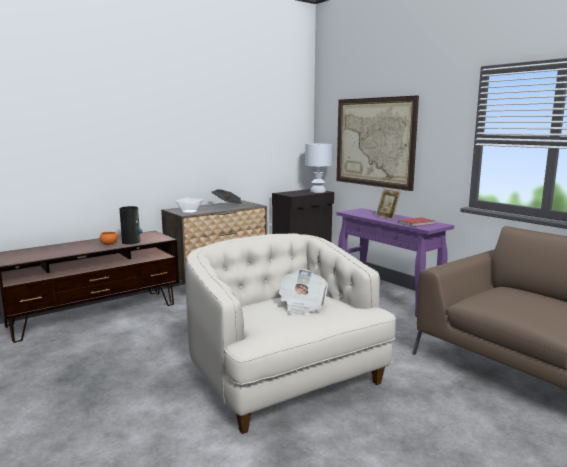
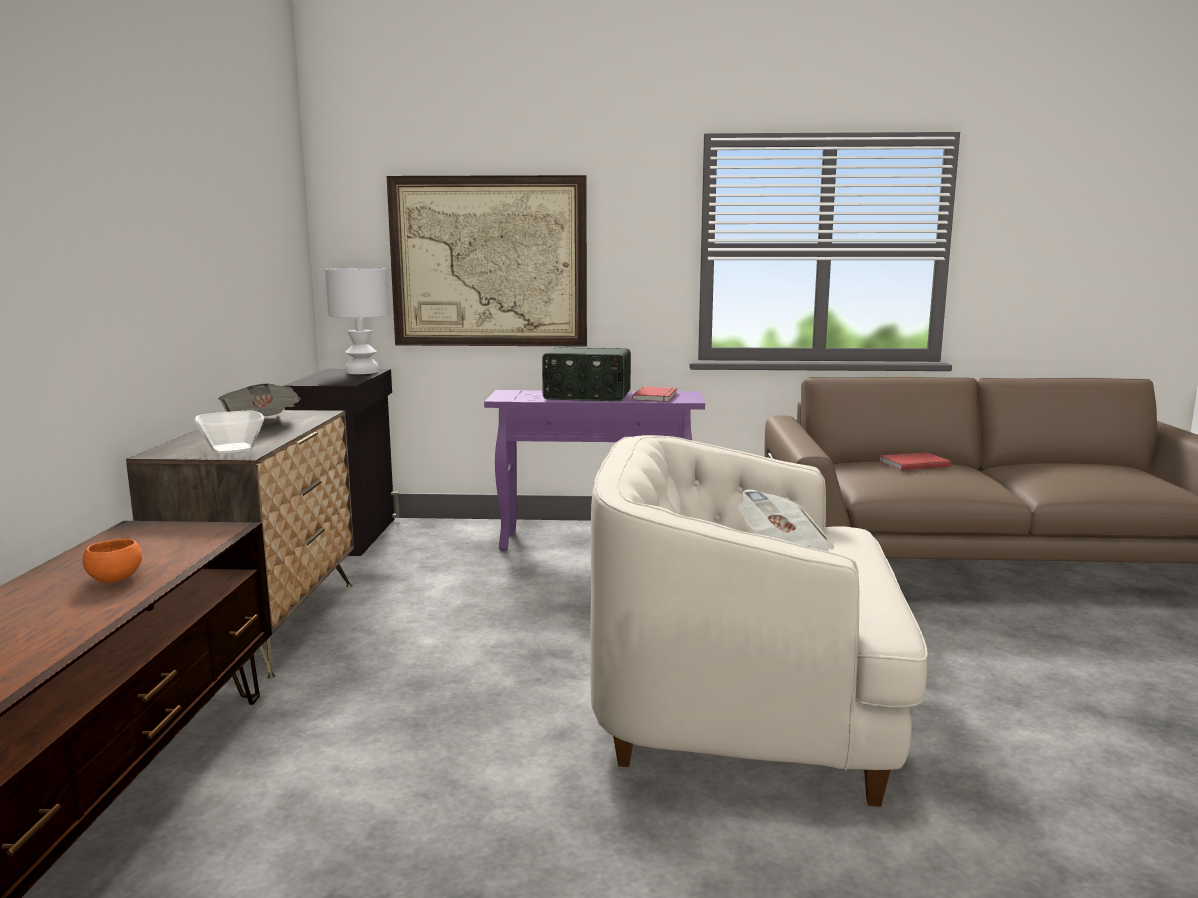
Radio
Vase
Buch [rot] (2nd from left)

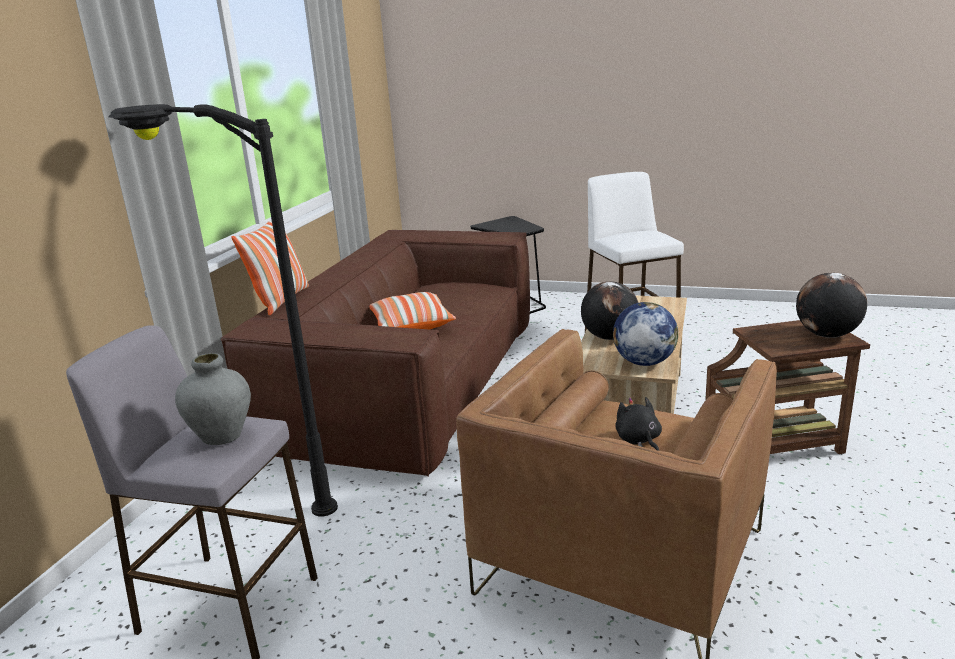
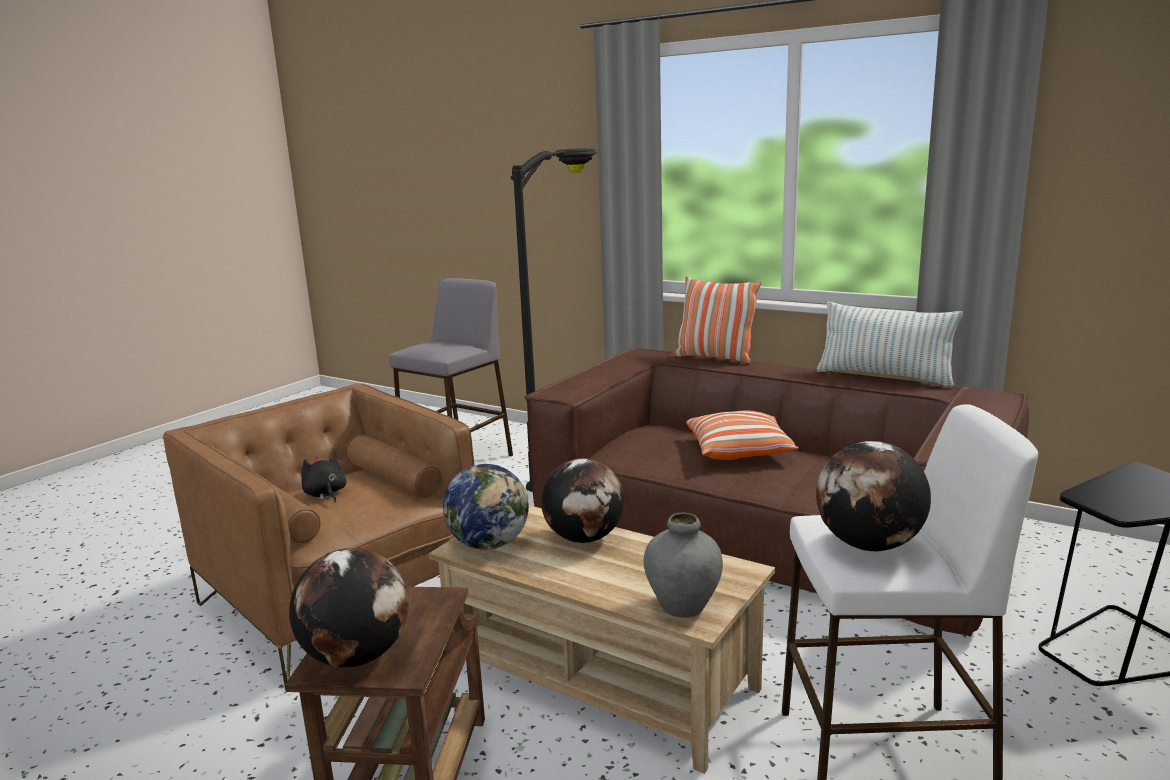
Vase [grau]
Plüschtier [schwarz]
Kissen (3rd from left)
Globus (4th from left)

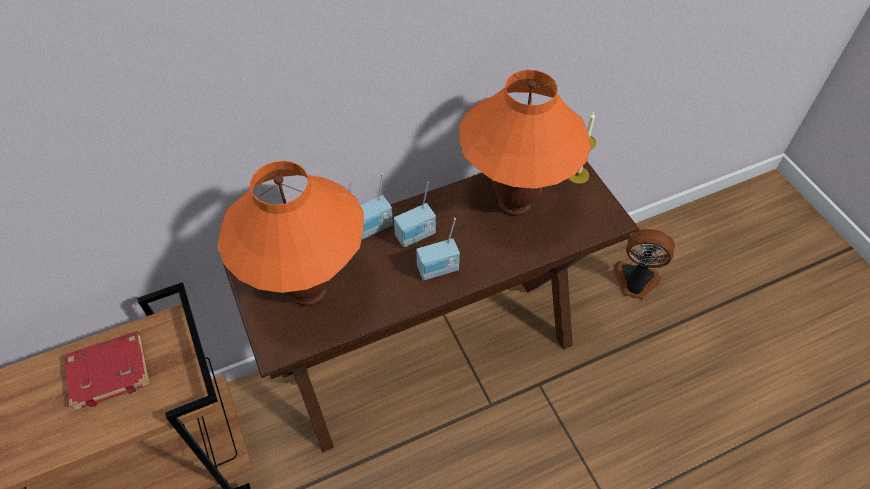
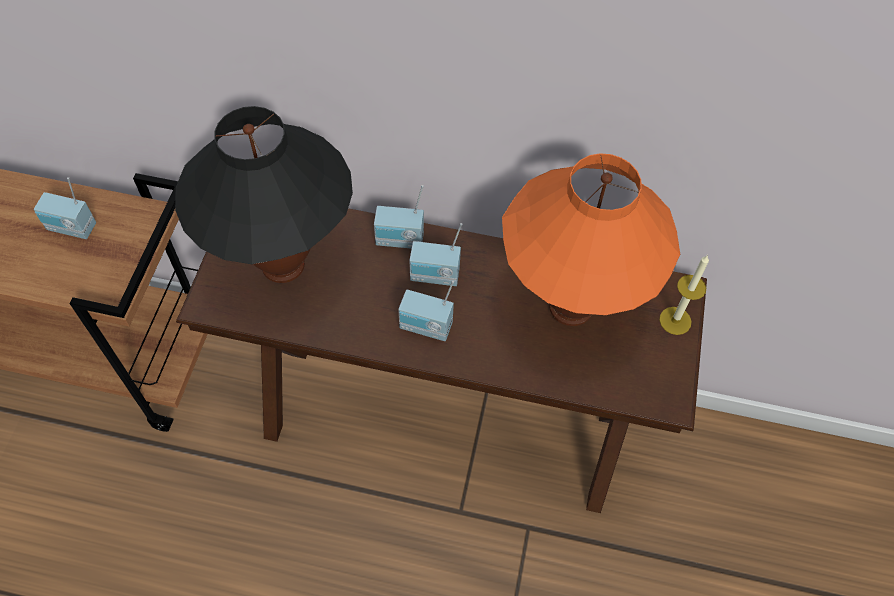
Tischlampe [schwarz]
Ventilator
Radio (1st from left)

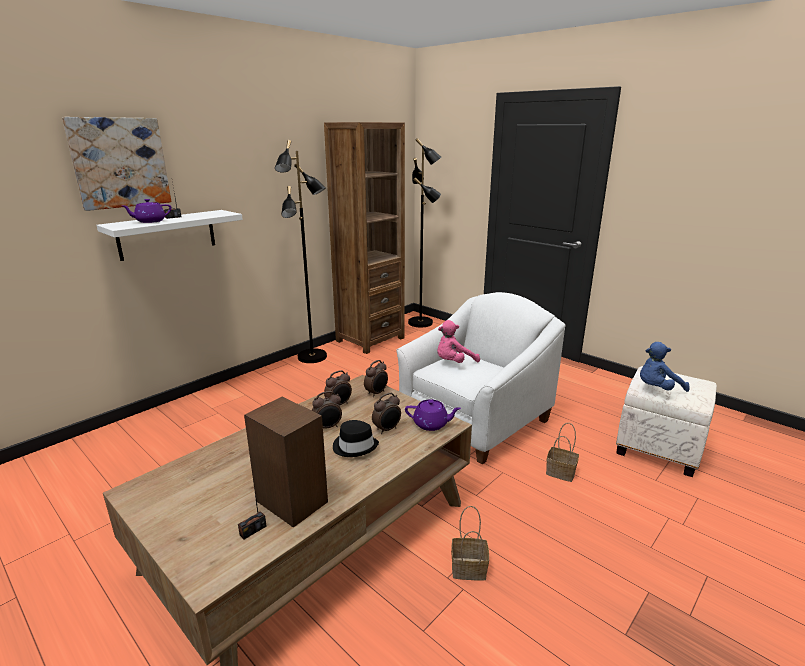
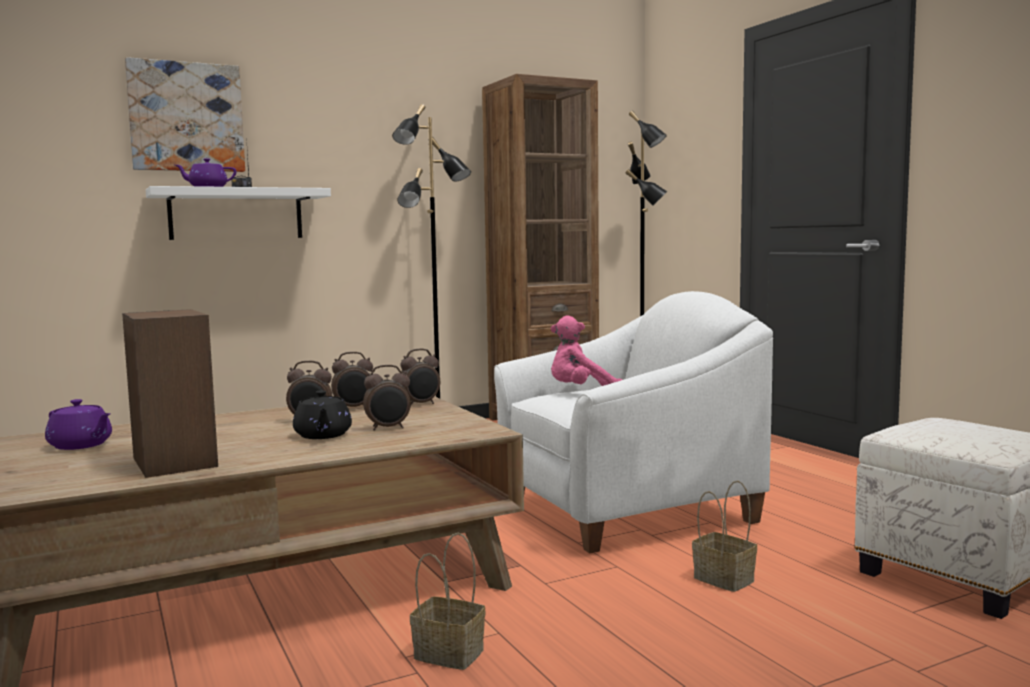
Plüschtier [blau]
Teekanne [lila] (1st from left)
Teekanne [schwarz]
Radio (2nd from left in the first image)

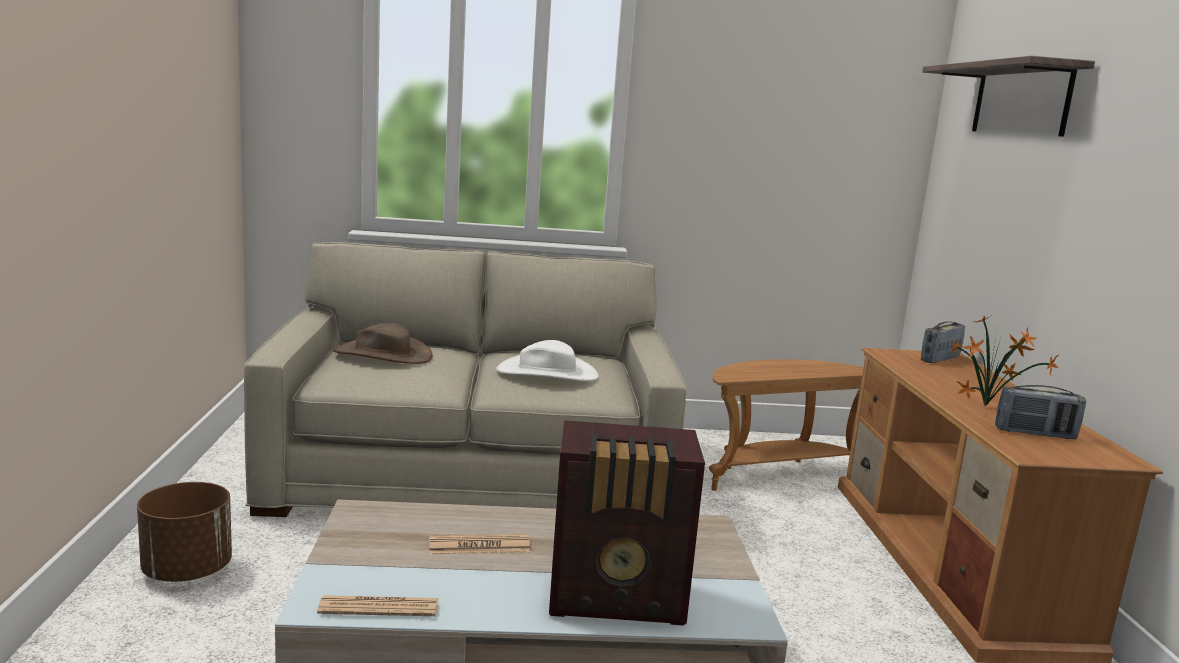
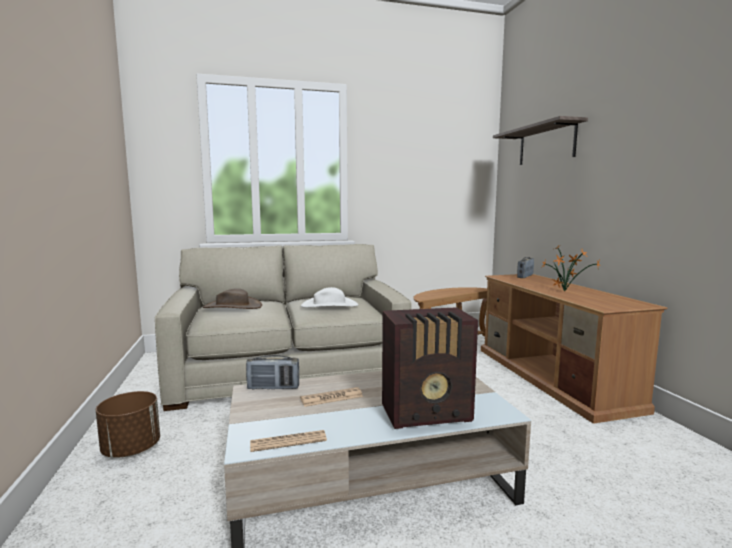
Radio (1st from left)

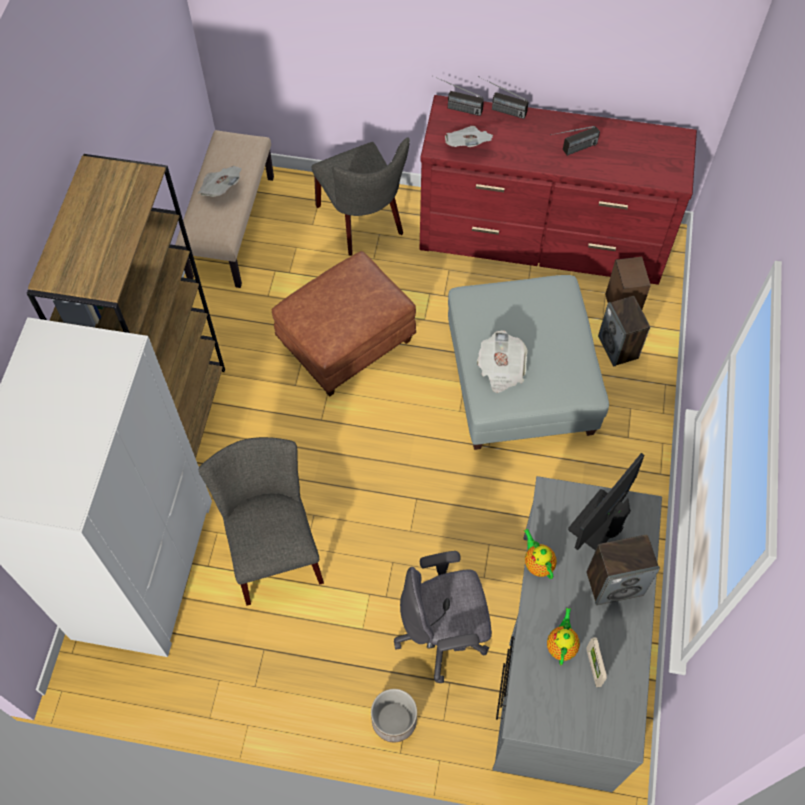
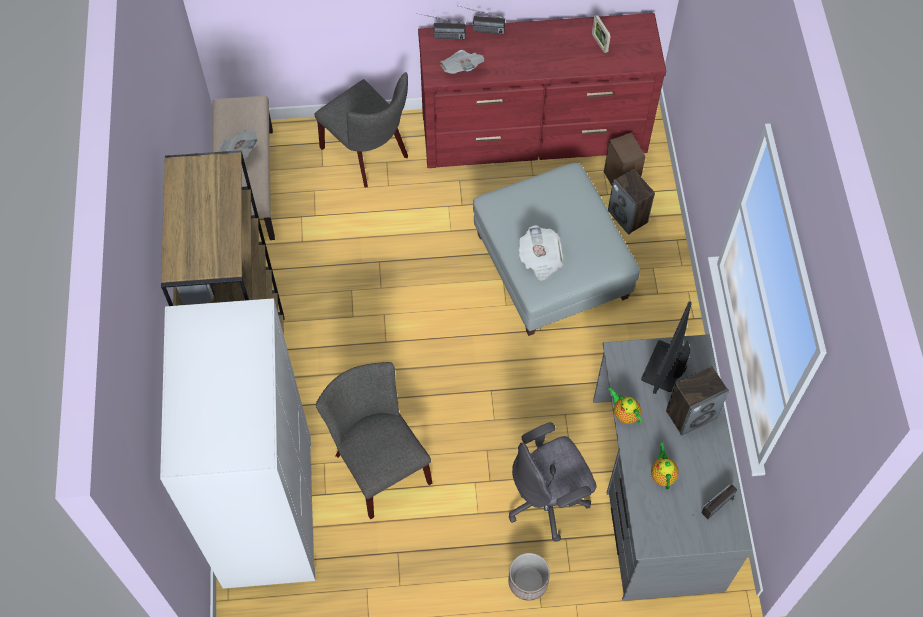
Radio (3rd from left)
Polsterhocker [braun]
Bilderrahmen

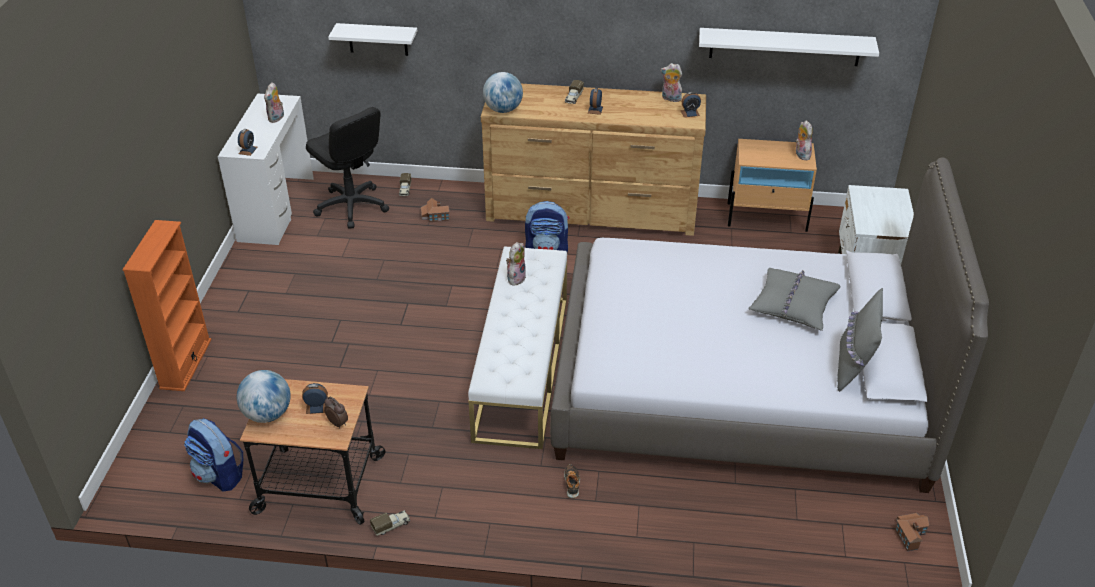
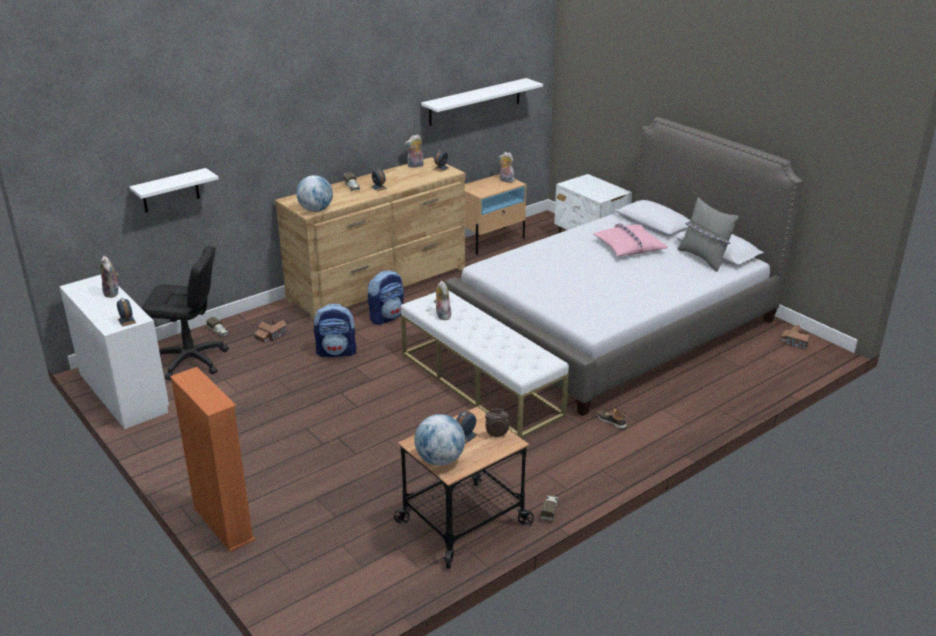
Kissen [rosa]
Rucksack (1st from left)

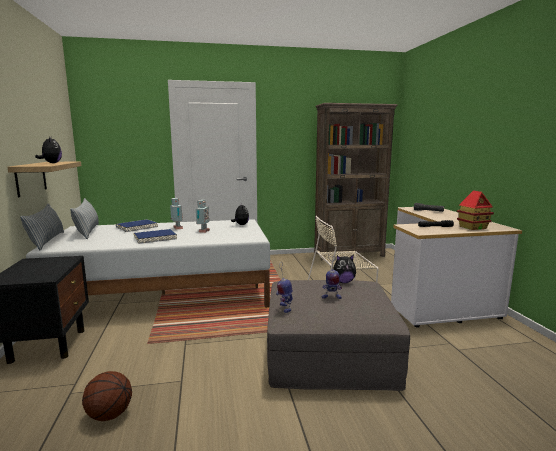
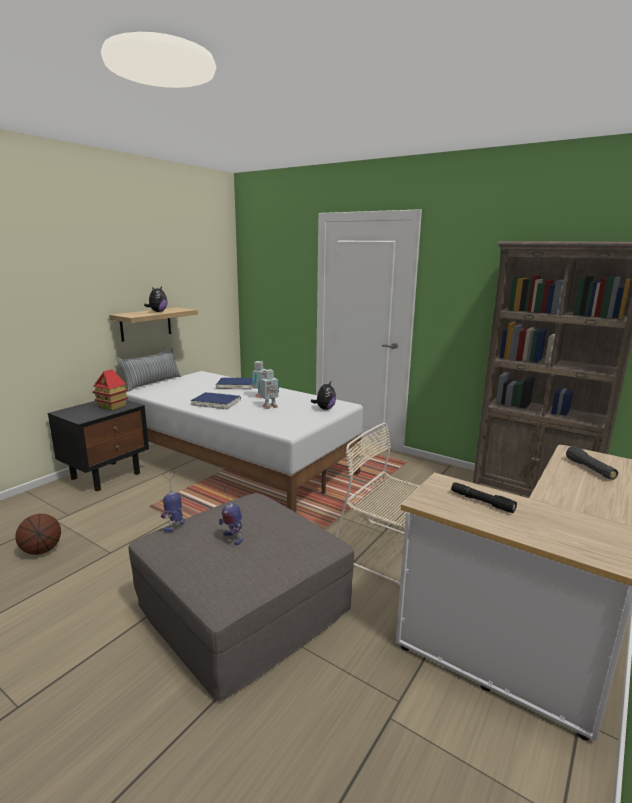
Spielzeughaus
Kissen (2nd from left in the first image)
Plüschtier (3rd from left in the first image)

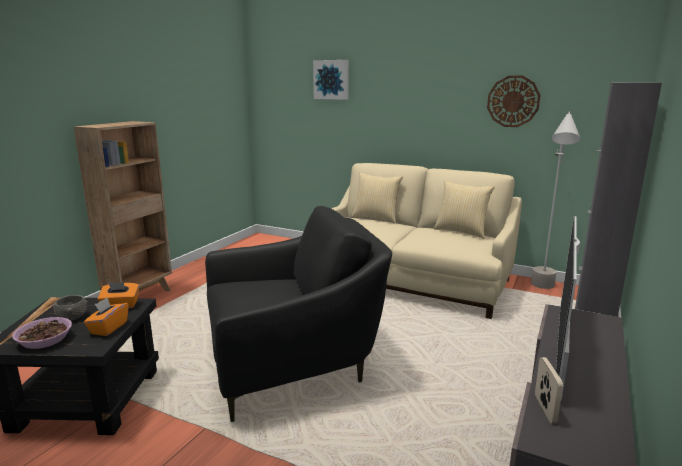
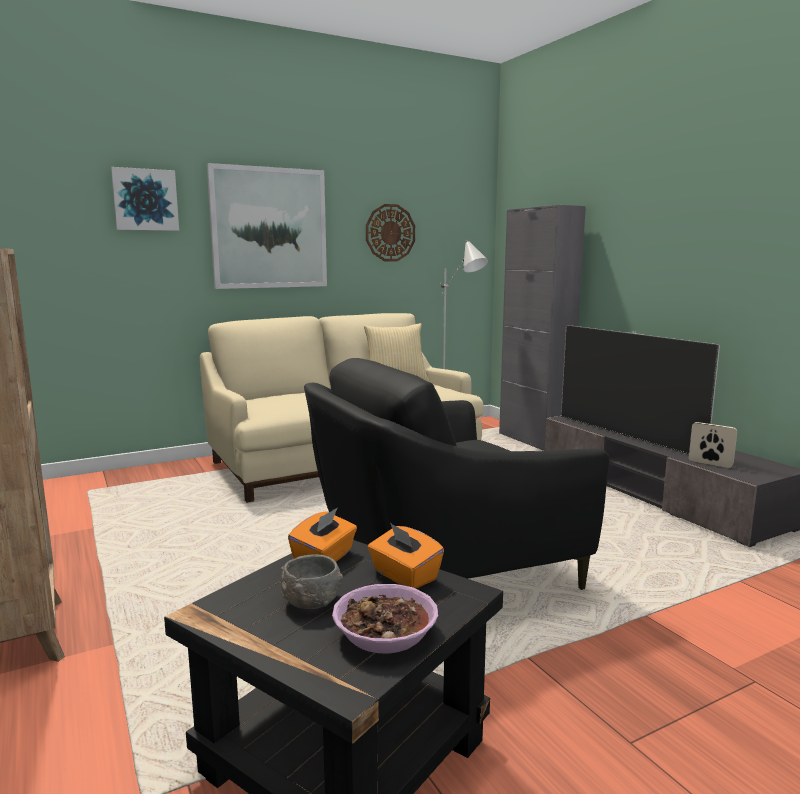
Kissen (1st from left in the first image)
Sessel [schwarz]
Bild (2nd from left)

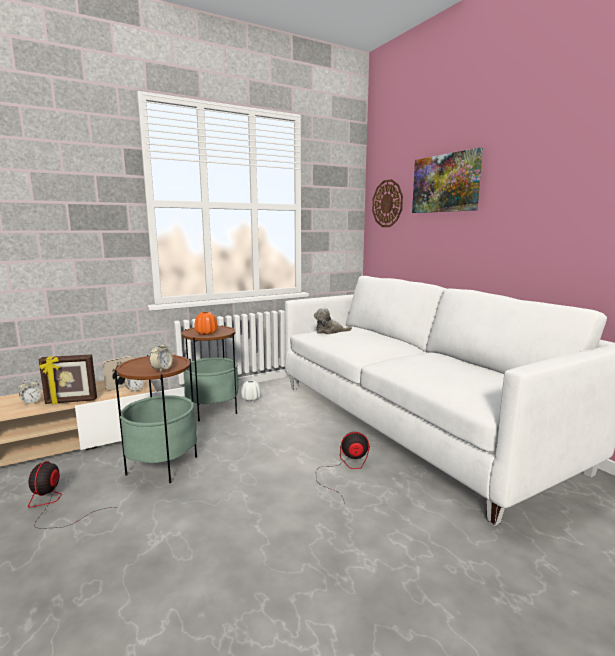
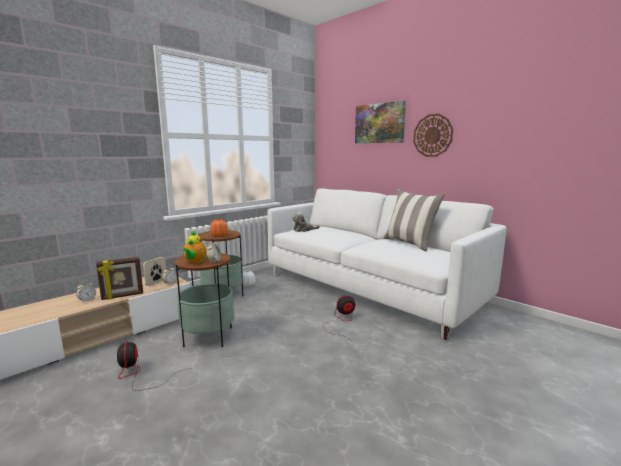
Wanduhr
Kissen
Teekanne

